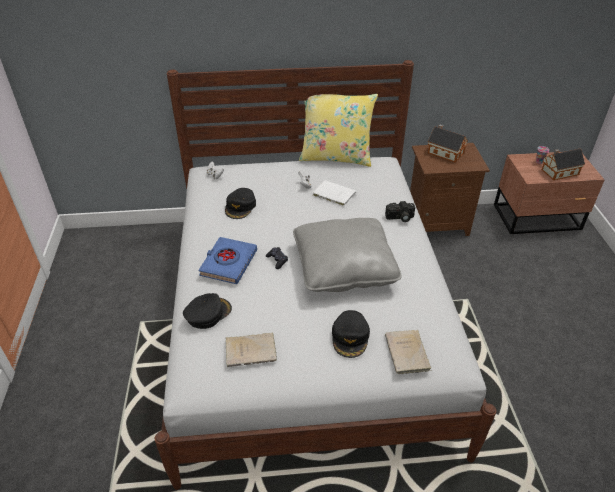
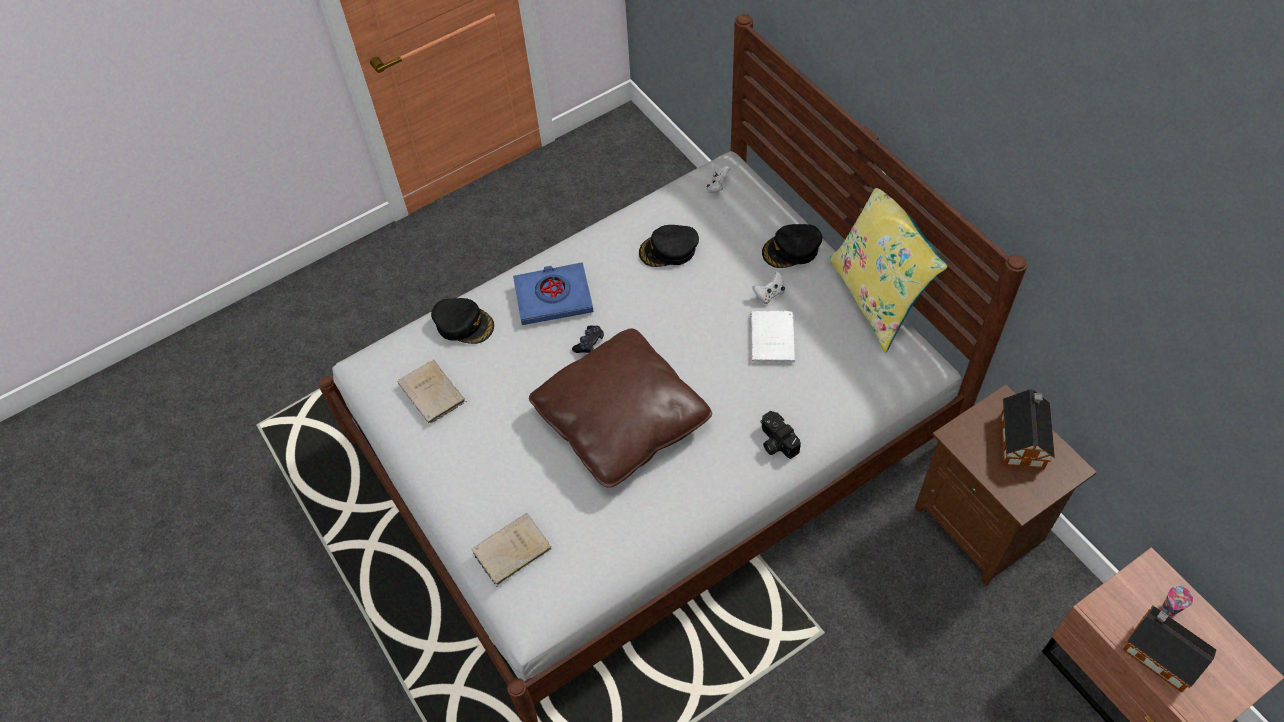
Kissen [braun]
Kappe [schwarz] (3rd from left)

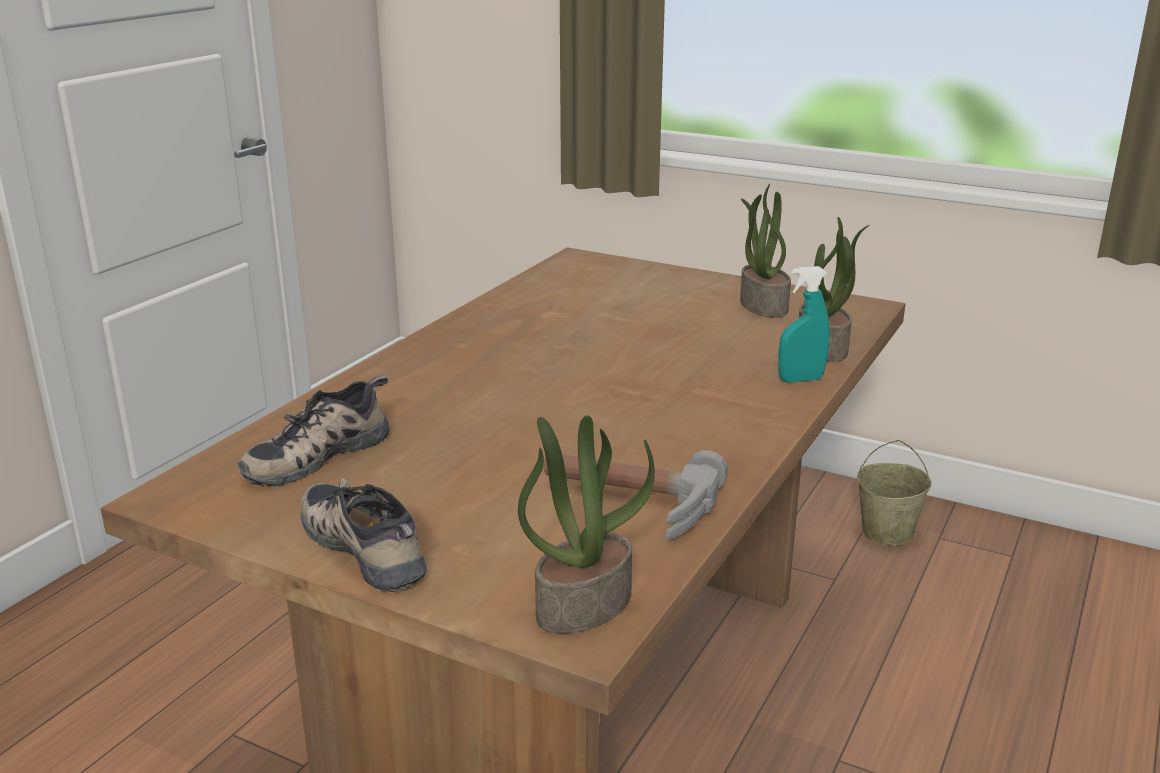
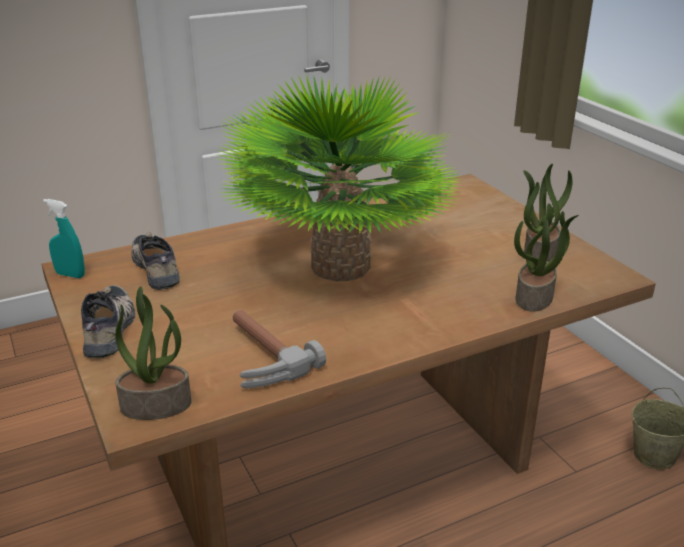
Sprühflasche [türkis]
Schuh (2nd from left)
Topfpflanze (2nd from left)

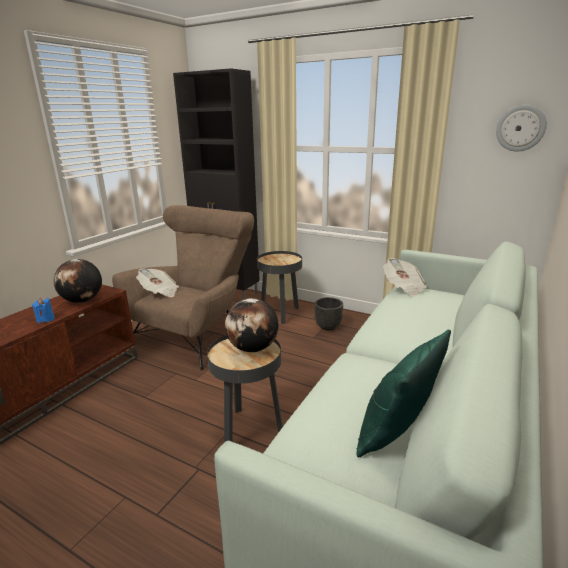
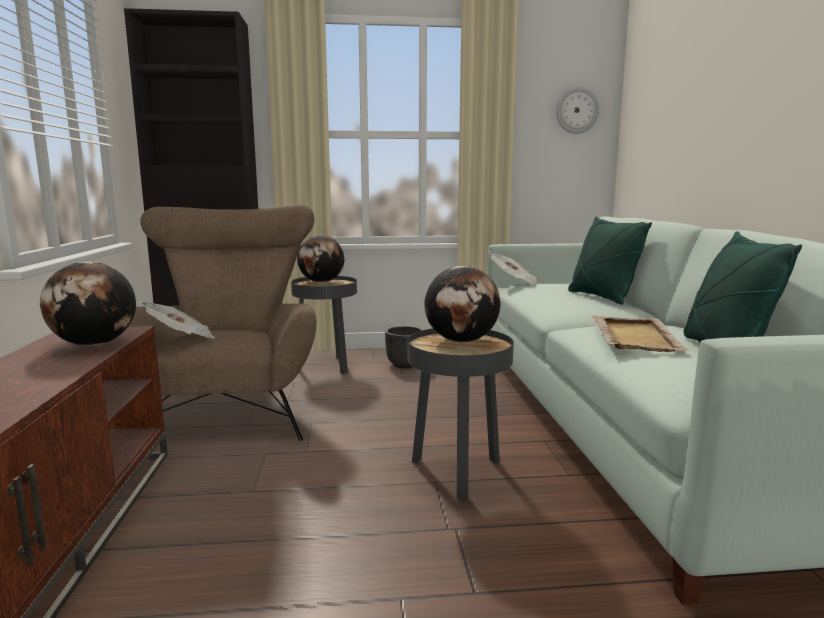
Kerze [blau]
Kissen [grün] (1st from left)
Globus (2nd from left)
Tablett [beige]

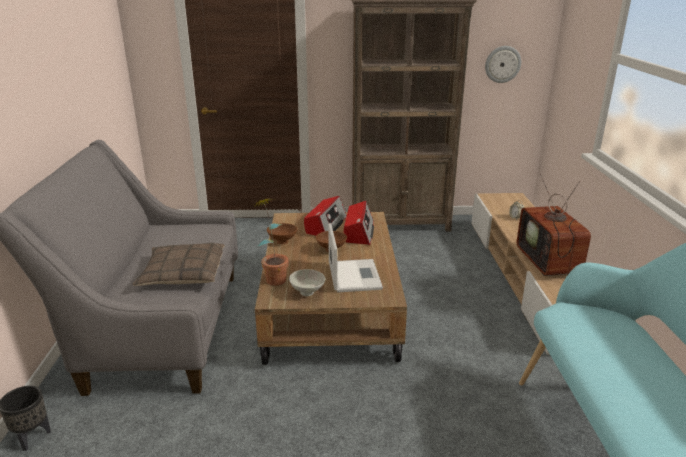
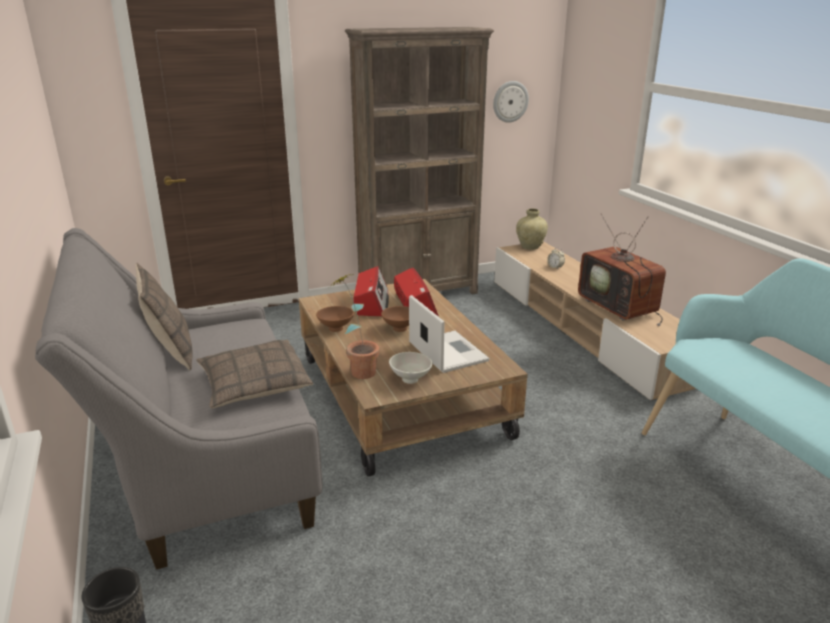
Vase [beige]
Kissen (1st from left)

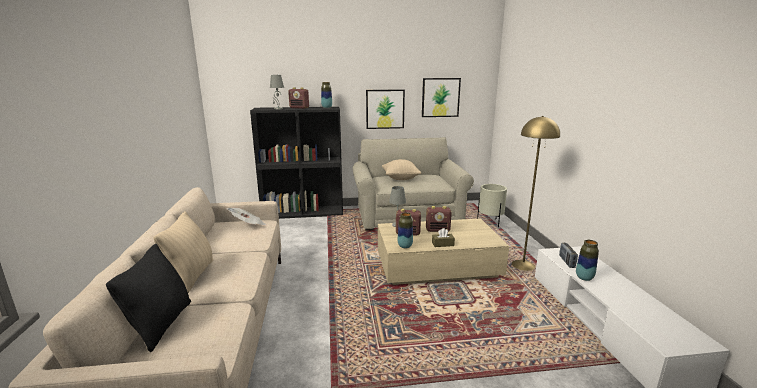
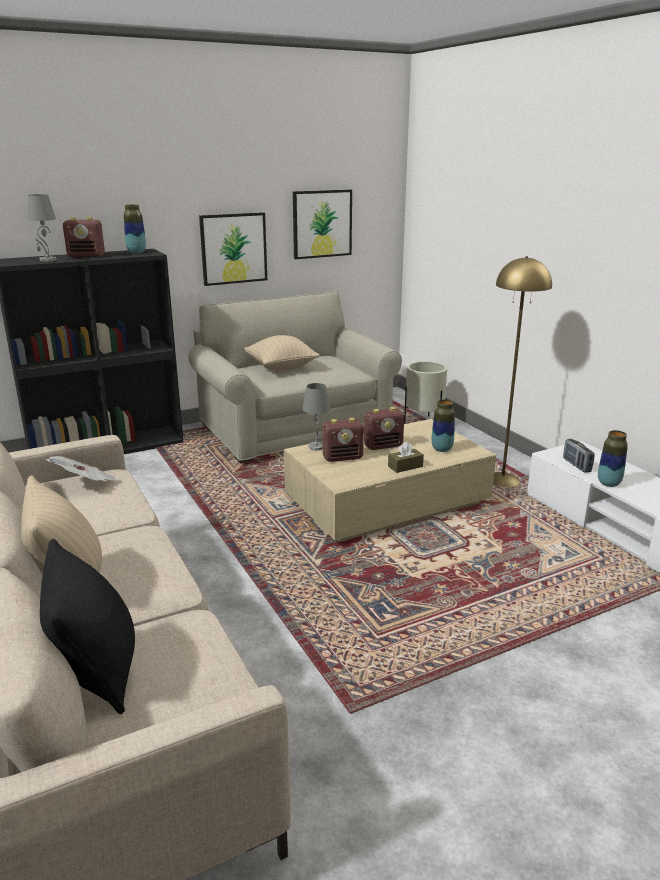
Vase (2nd from left)

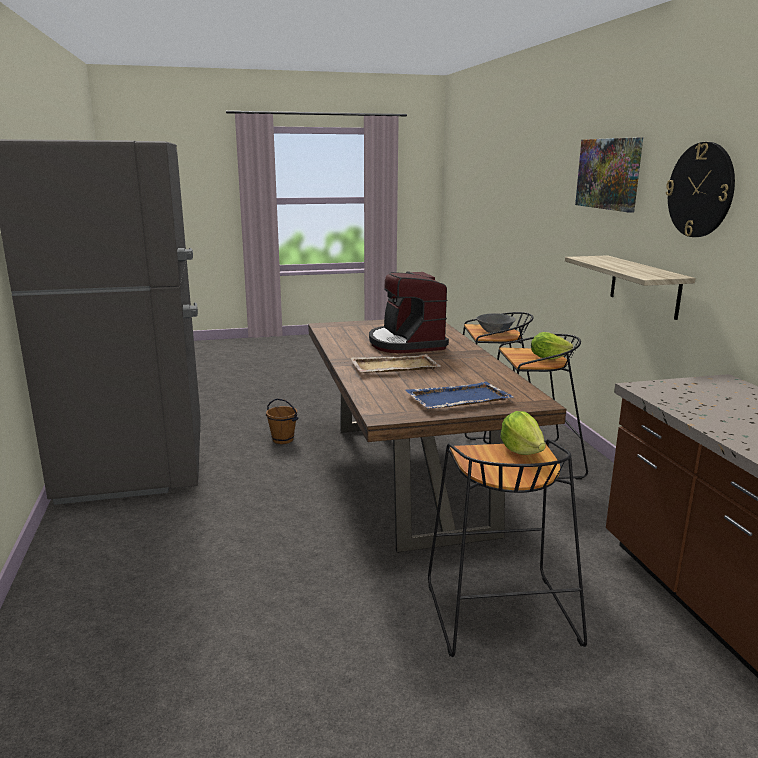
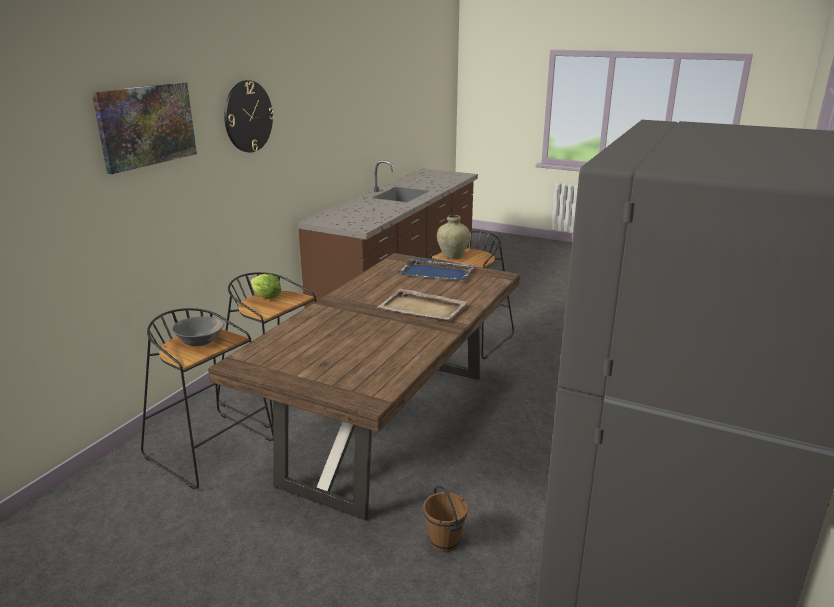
Wandregal
Kaffeemaschine
Vase [beige]

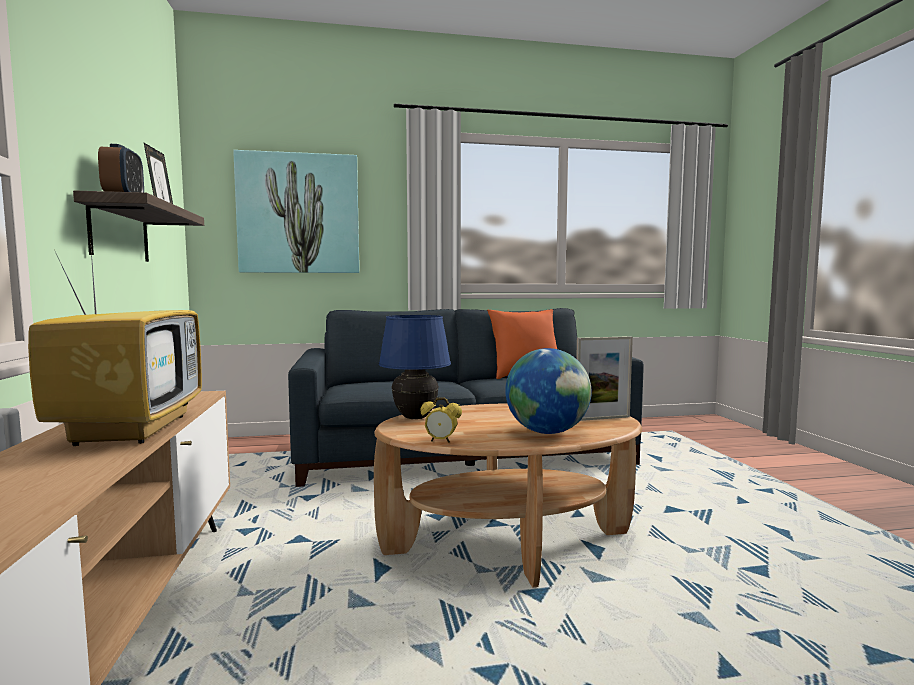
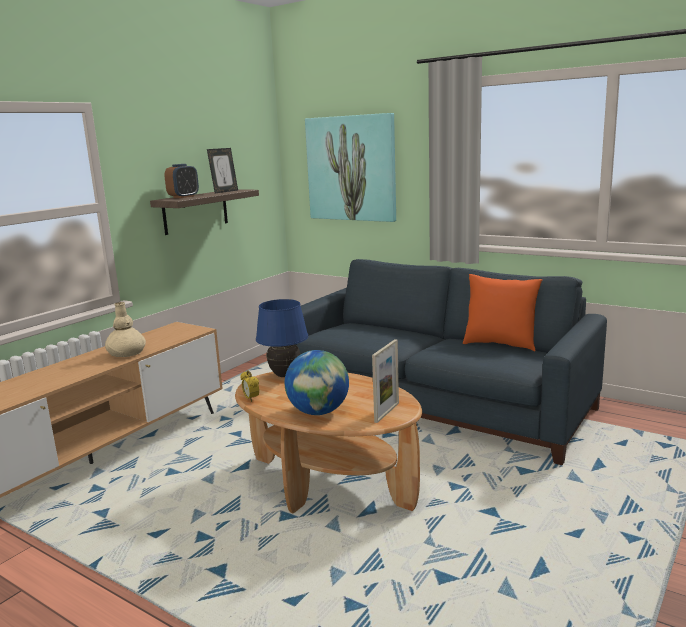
Vase [beige]
Bilderrahmen (2nd from left)

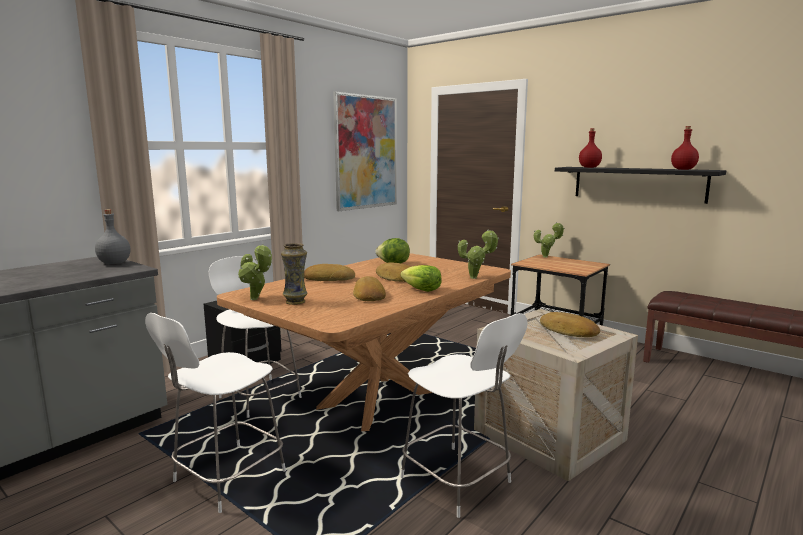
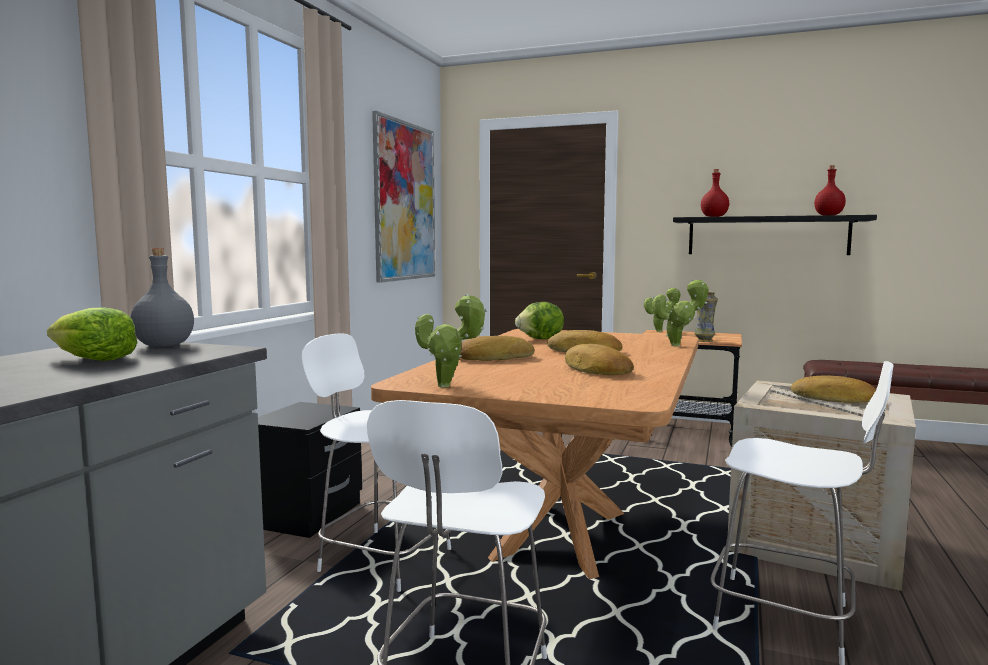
Vase
Salatkopf (1st from left)

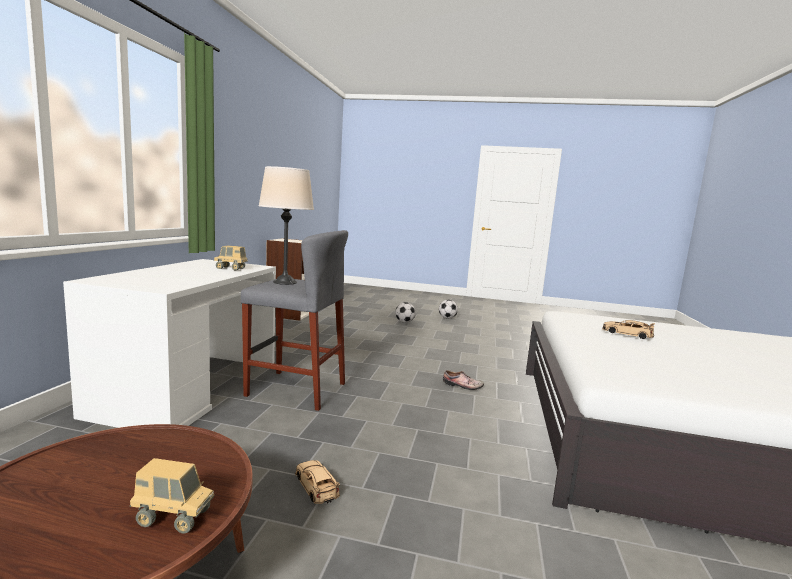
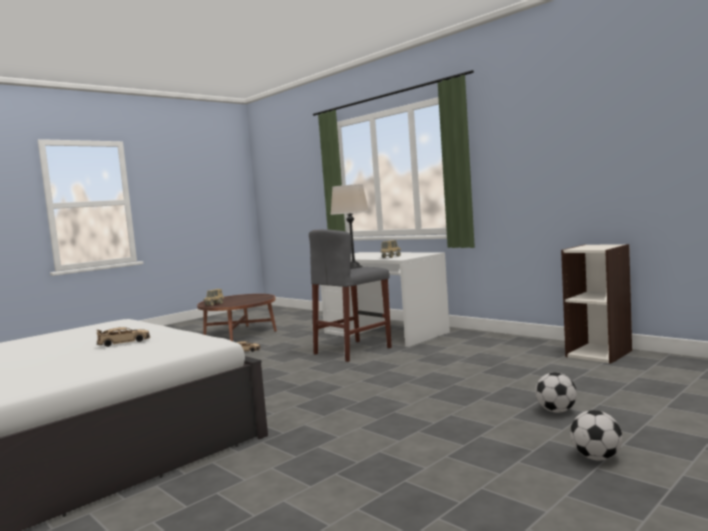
Schuh

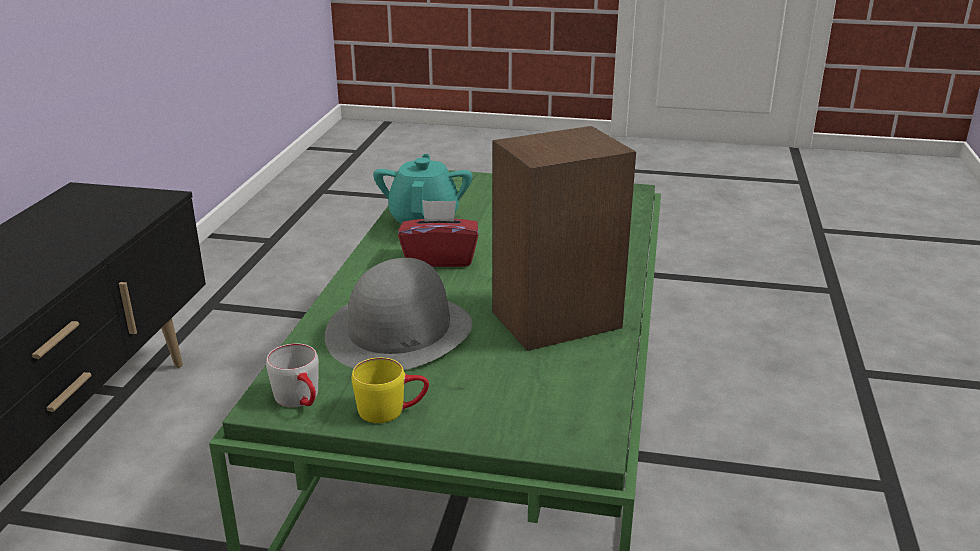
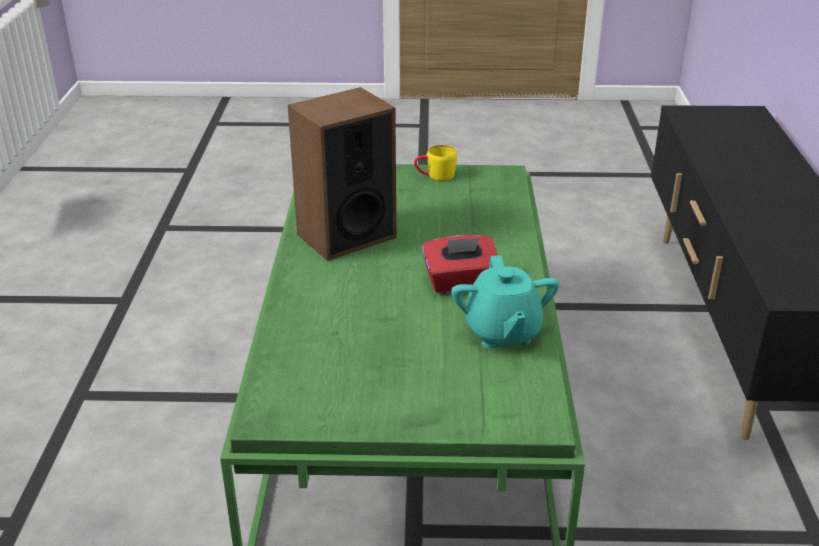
Hut [grau]
Henkelbecher [grau]

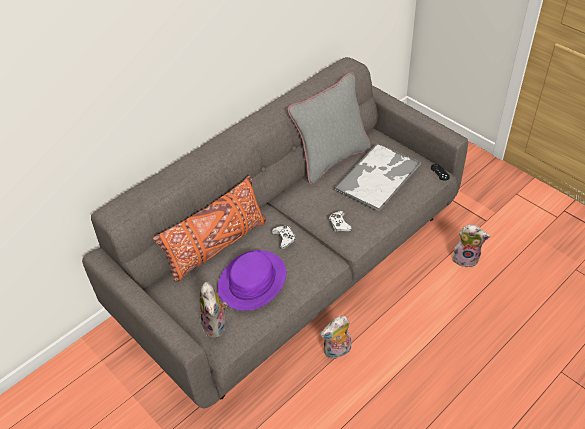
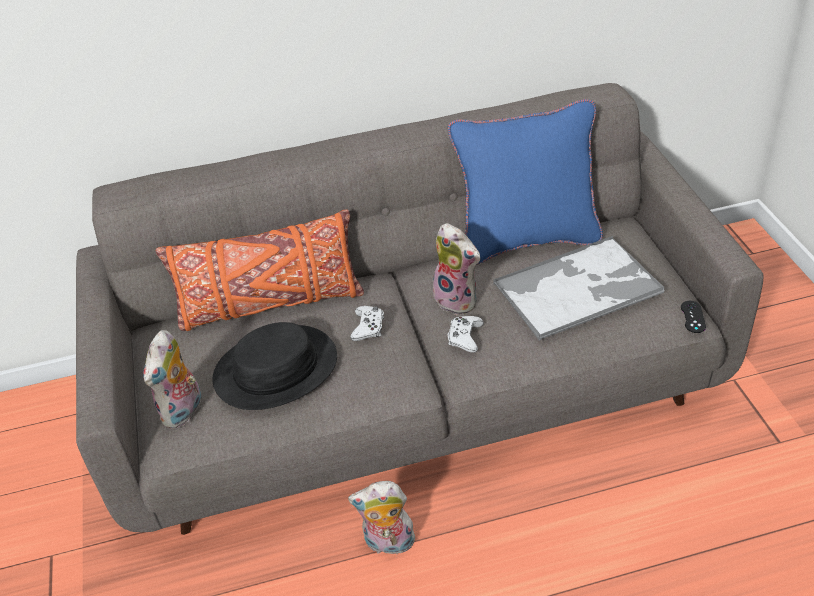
Kissen [blau]
Plüschtier (3rd from left)
Hut [schwarz]

